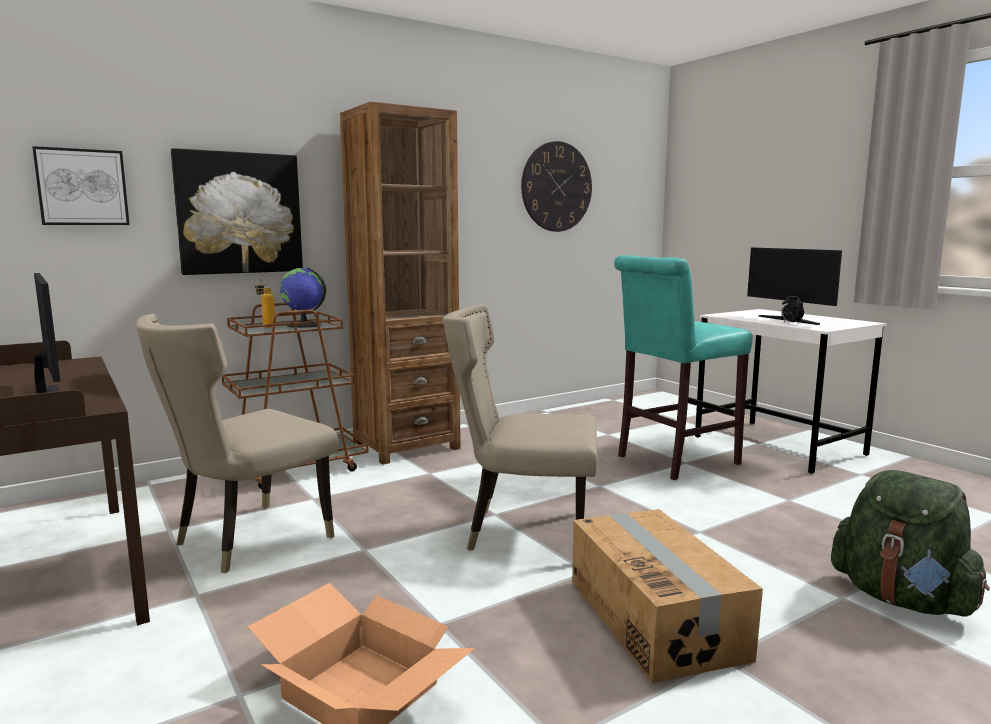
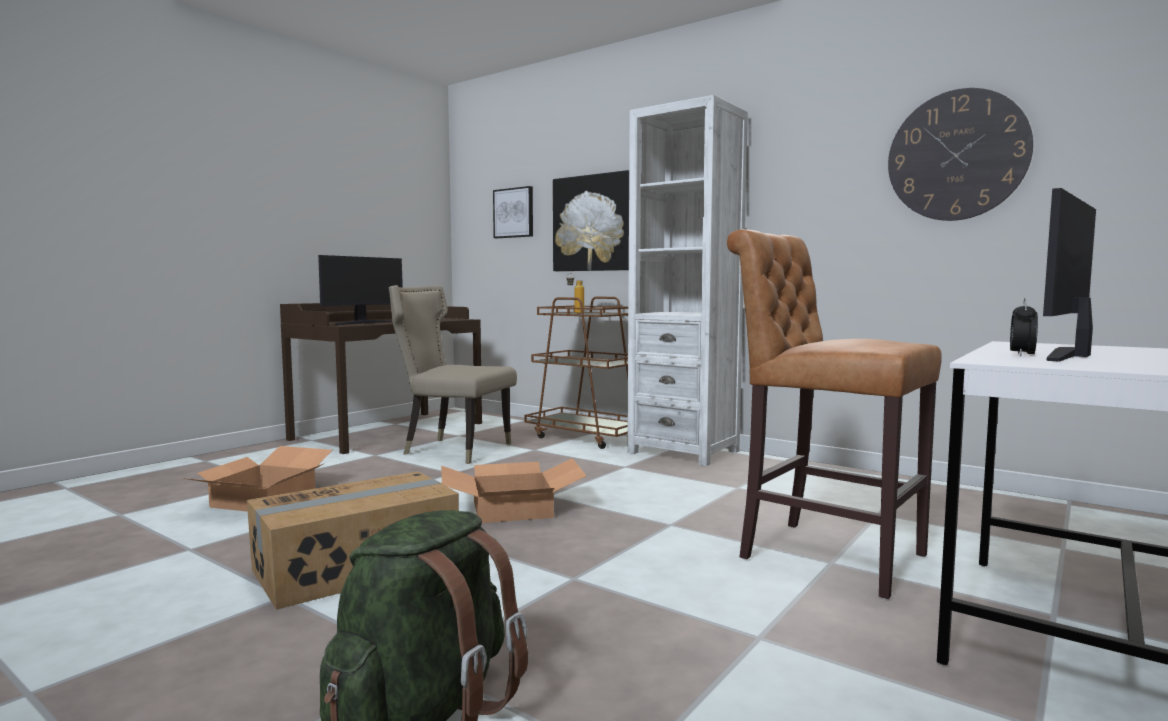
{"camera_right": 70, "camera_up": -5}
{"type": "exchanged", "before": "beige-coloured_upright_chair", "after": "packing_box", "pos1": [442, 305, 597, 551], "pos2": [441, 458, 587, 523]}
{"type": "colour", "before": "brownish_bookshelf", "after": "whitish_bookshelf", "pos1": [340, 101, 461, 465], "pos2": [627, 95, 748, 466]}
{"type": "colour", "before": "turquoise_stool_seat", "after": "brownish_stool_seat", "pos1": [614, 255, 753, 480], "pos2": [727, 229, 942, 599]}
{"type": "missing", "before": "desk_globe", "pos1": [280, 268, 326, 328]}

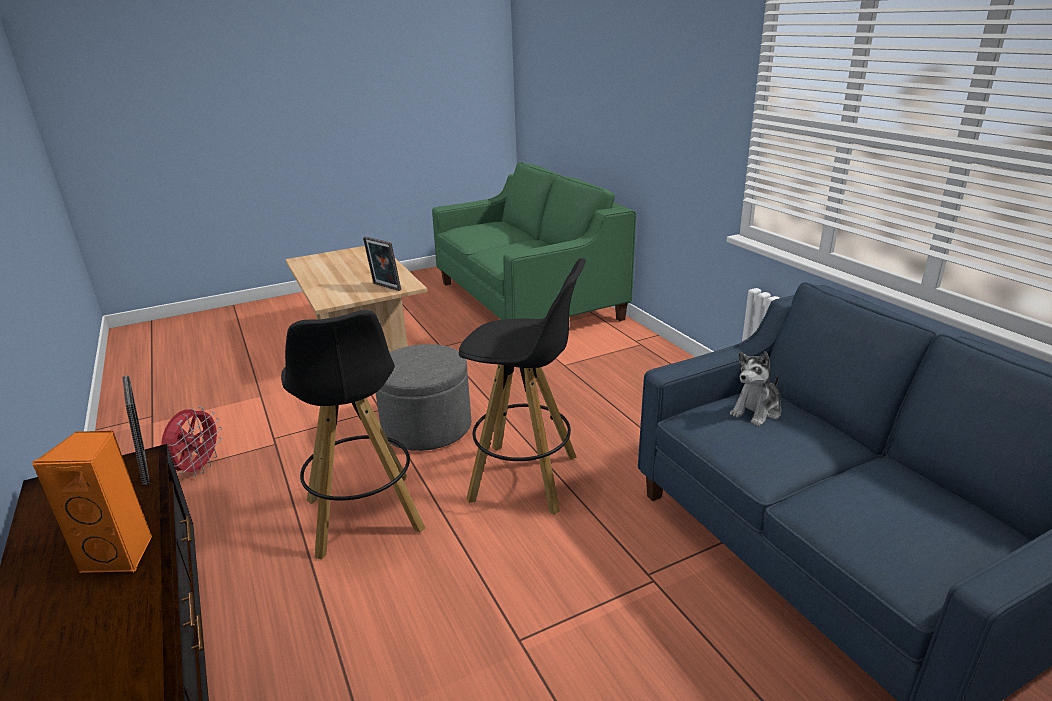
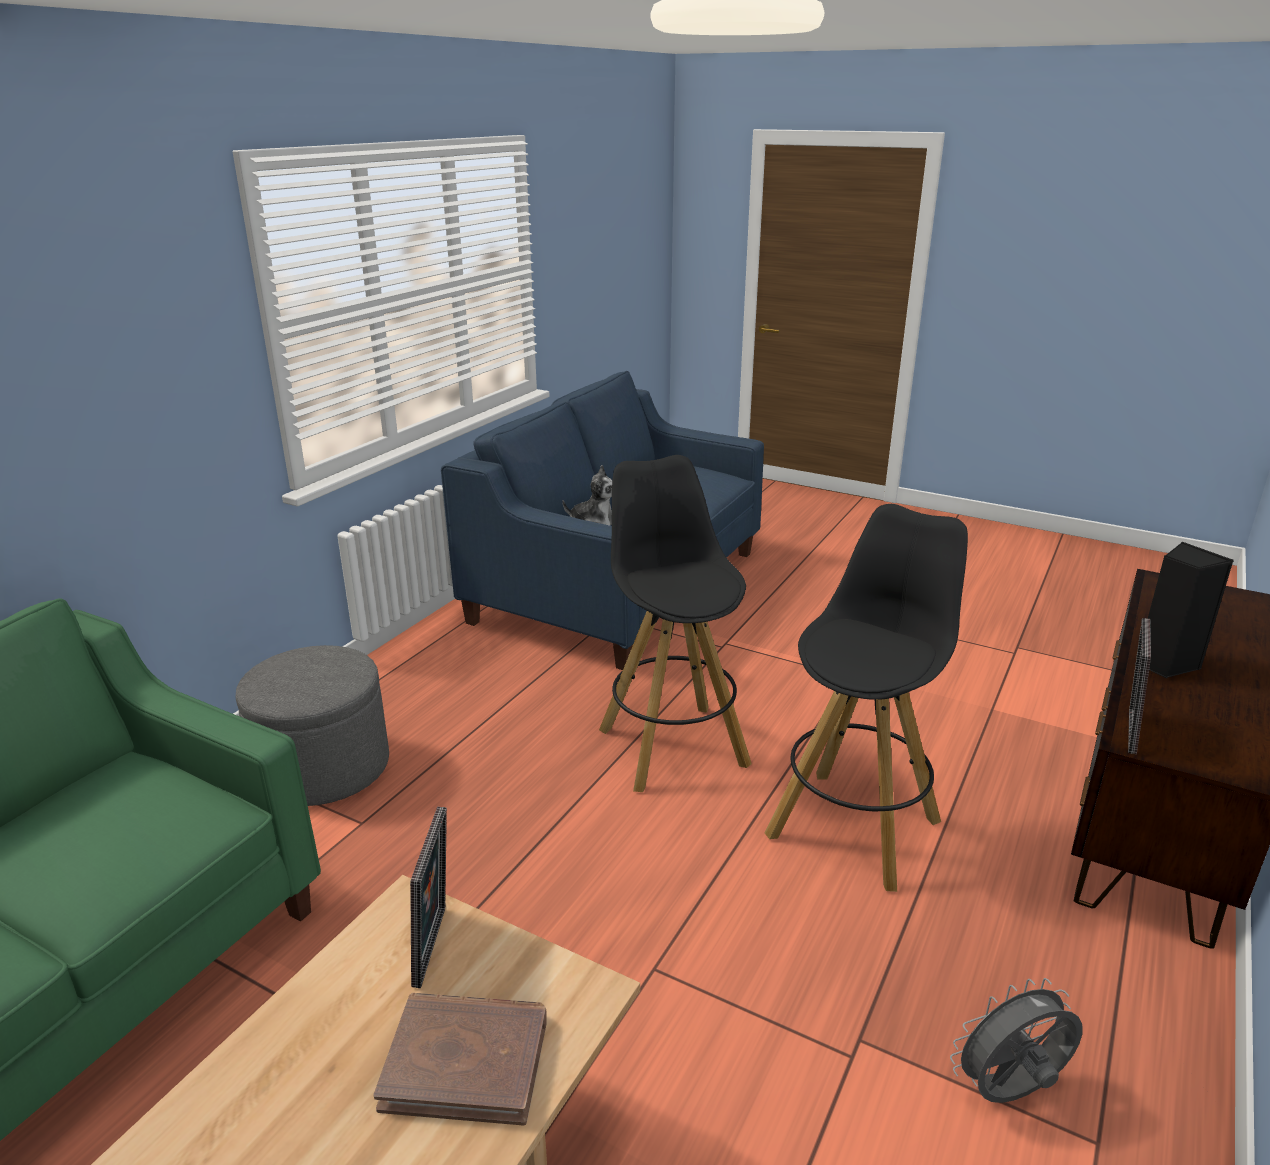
{"camera_right": -125, "camera_up": 0}
{"type": "relocated", "before": "grey_ottoman", "pos1": [376, 344, 471, 451], "pos2": [236, 645, 389, 806]}
{"type": "appeared", "after": "brownish_bound_book", "pos2": [373, 993, 547, 1126]}
{"type": "colour", "before": "reddish_fan", "after": "grey_fan", "pos1": [161, 406, 222, 476], "pos2": [950, 978, 1082, 1103]}
{"type": "colour", "before": "orange_audio_speaker", "after": "black-coloured_audio_speaker", "pos1": [31, 431, 152, 573], "pos2": [1135, 541, 1234, 679]}

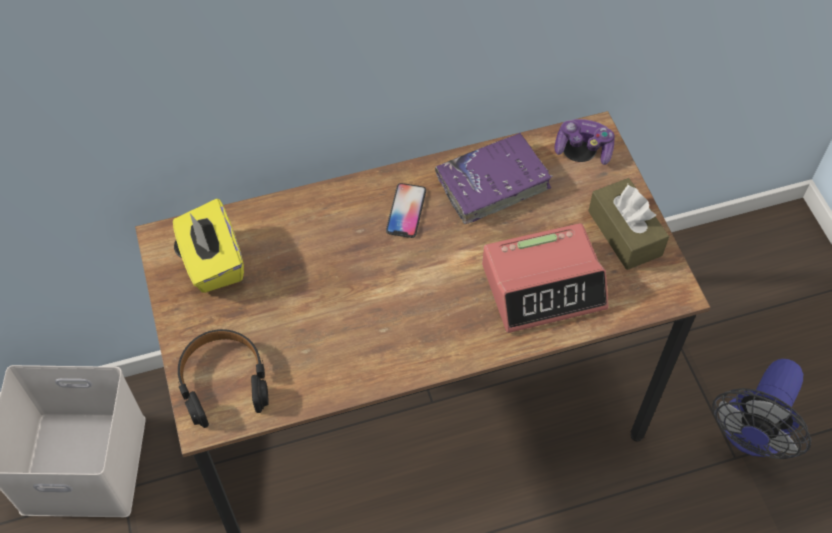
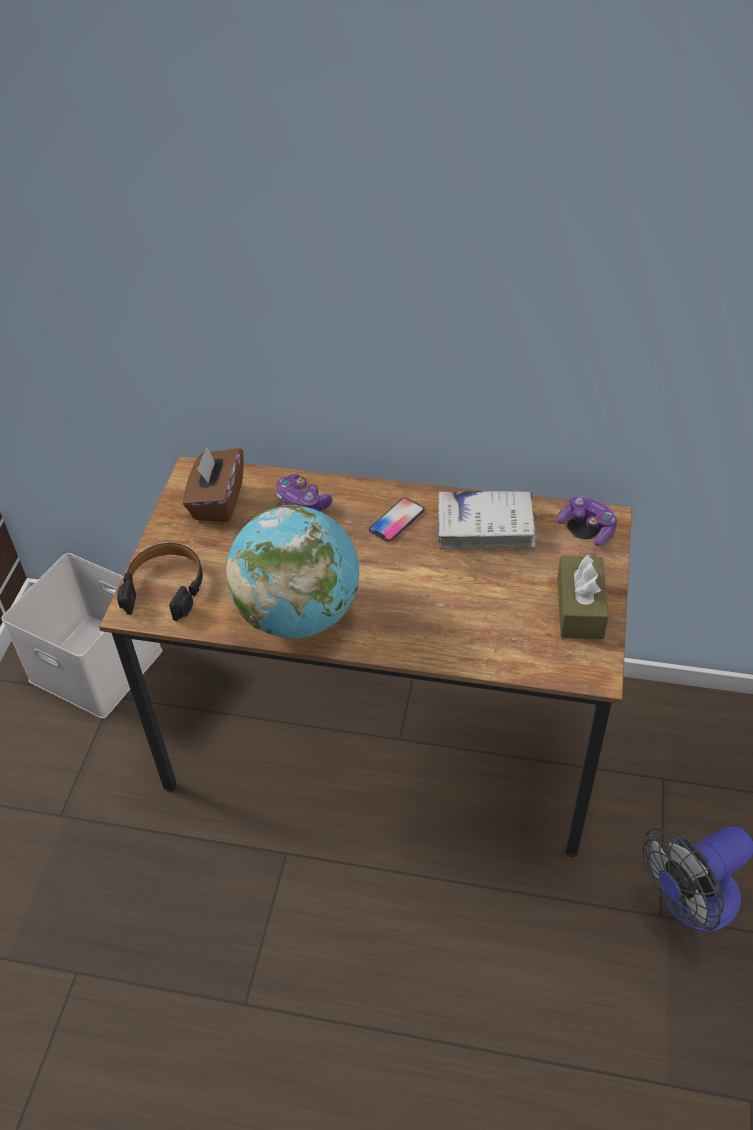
{"camera_right": 30, "camera_up": -10}
{"type": "colour", "before": "yellowish_tissue_holder", "after": "brownish_tissue_holder", "pos1": [173, 199, 244, 293], "pos2": [183, 447, 244, 522]}
{"type": "appeared", "after": "desk_globe", "pos2": [226, 505, 359, 638]}
{"type": "appeared", "after": "gamepad", "pos2": [277, 474, 332, 511]}
{"type": "colour", "before": "purple-coloured_bound_book", "after": "whitish_bound_book", "pos1": [435, 132, 553, 224], "pos2": [438, 491, 537, 549]}
{"type": "missing", "before": "bedside_clock", "pos1": [482, 223, 608, 333]}

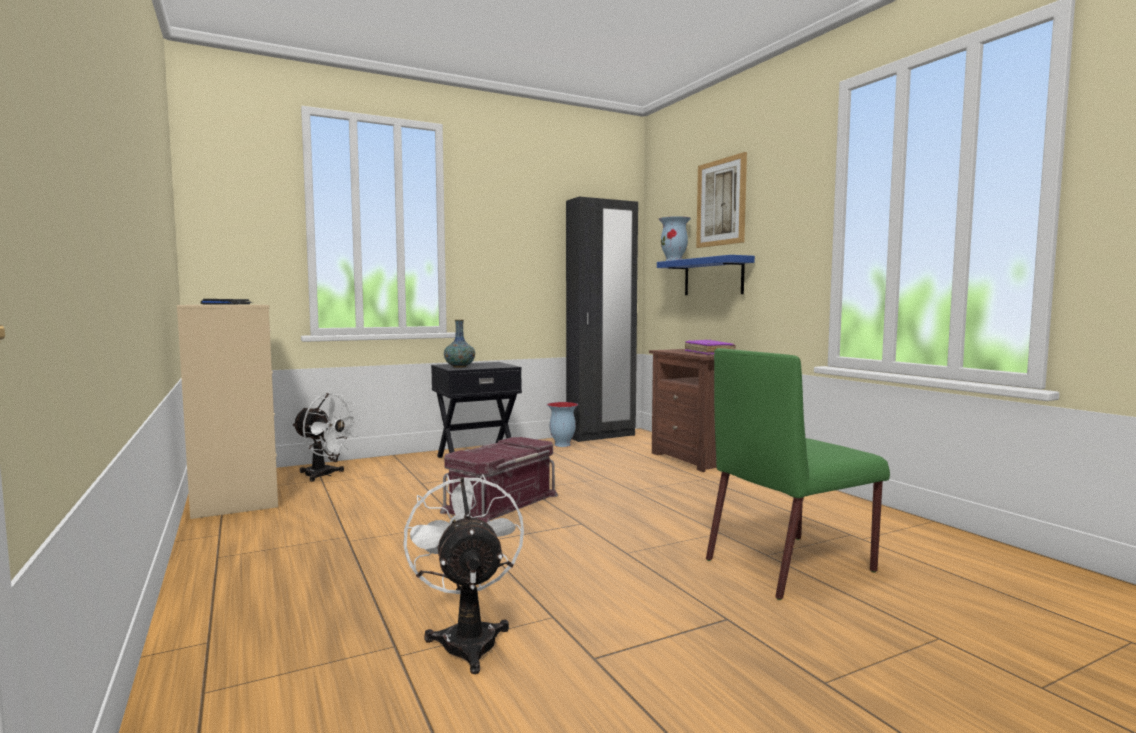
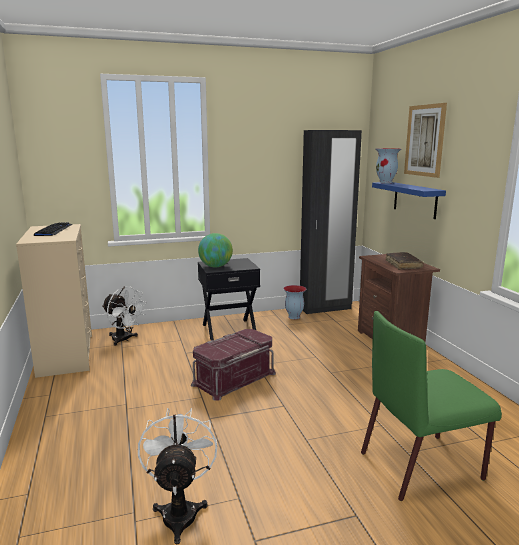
{"camera_right": 10, "camera_up": 10}
{"type": "exchanged", "before": "vase", "after": "desk_globe", "pos1": [444, 320, 475, 367], "pos2": [198, 233, 233, 268]}
{"type": "colour", "before": "purple-coloured_bound_book", "after": "brownish_bound_book", "pos1": [685, 340, 736, 355], "pos2": [386, 252, 424, 270]}

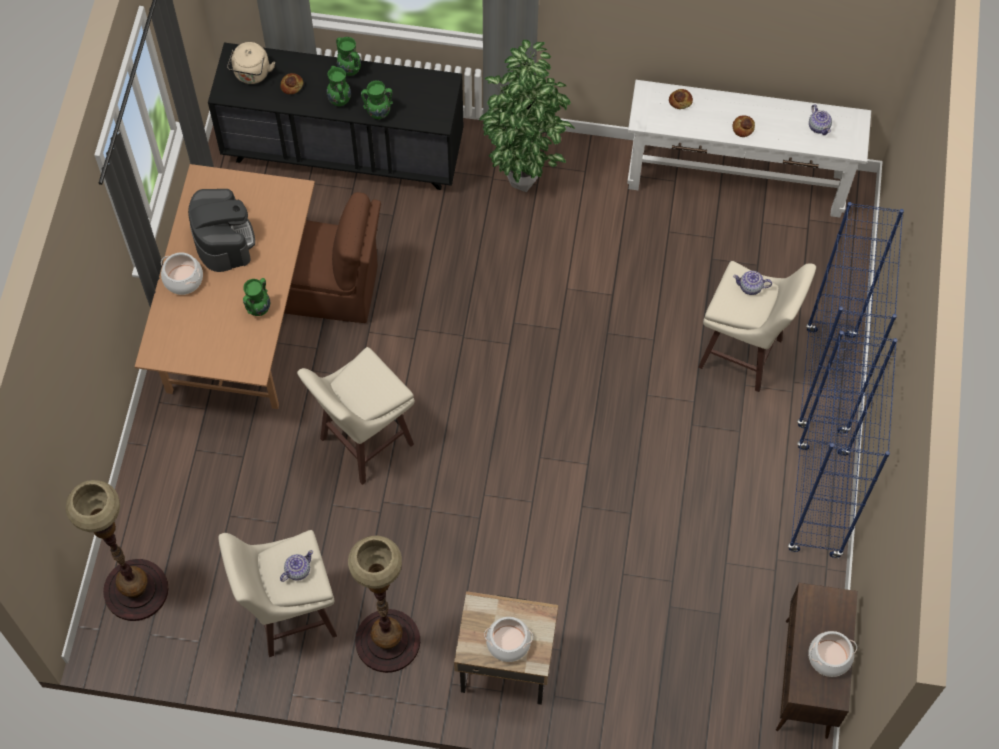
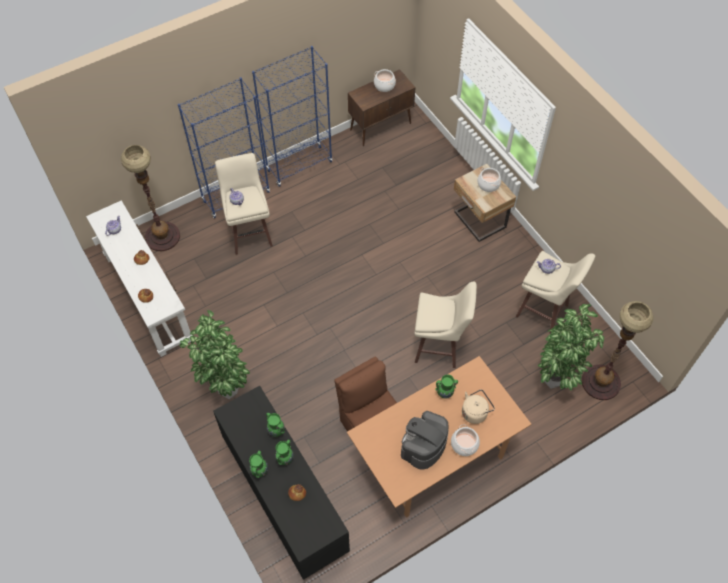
{"camera_right": -130, "camera_up": -5}
{"type": "relocated", "before": "standard_lamp", "pos1": [348, 536, 420, 673], "pos2": [121, 145, 180, 251]}
{"type": "relocated", "before": "beige-coloured_tea_kettle", "pos1": [227, 42, 275, 84], "pos2": [462, 389, 495, 424]}
{"type": "appeared", "after": "plant_in_a_pot", "pos2": [538, 304, 604, 390]}

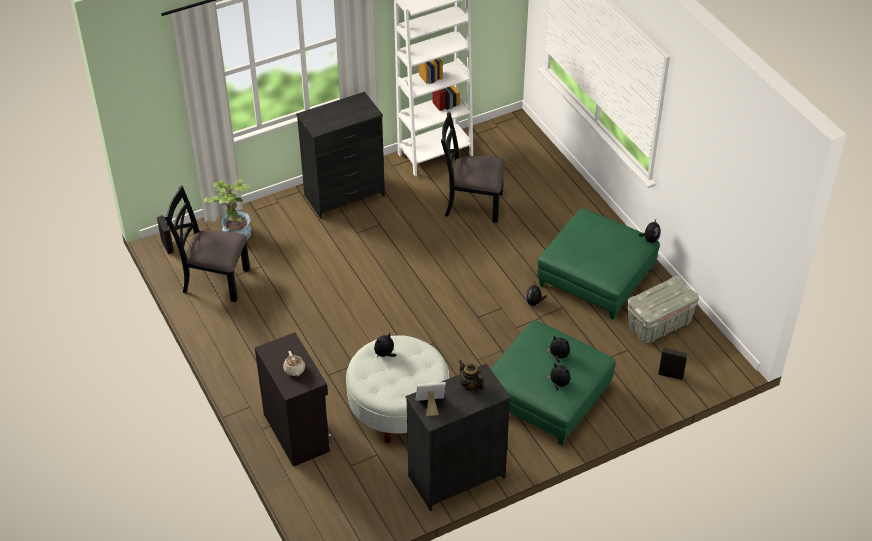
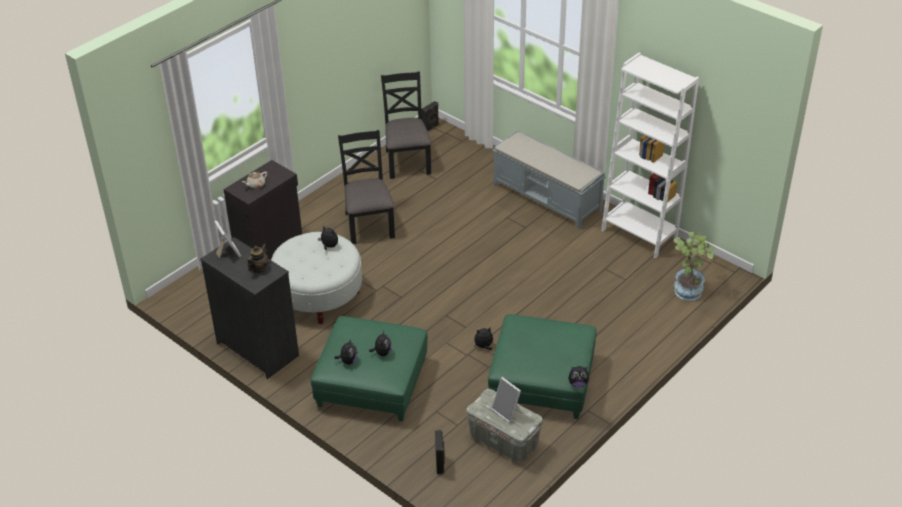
{"camera_right": 70, "camera_up": -5}
{"type": "relocated", "before": "black-coloured_upright_chair", "pos1": [441, 112, 506, 223], "pos2": [338, 130, 395, 244]}
{"type": "appeared", "after": "picture_frame", "pos2": [491, 377, 521, 423]}
{"type": "exchanged", "before": "black-coloured_chest_of_drawers", "after": "grey_bench", "pos1": [296, 92, 385, 219], "pos2": [492, 130, 606, 229]}
{"type": "relocated", "before": "plant_in_a_pot", "pos1": [203, 179, 252, 240], "pos2": [674, 232, 716, 301]}

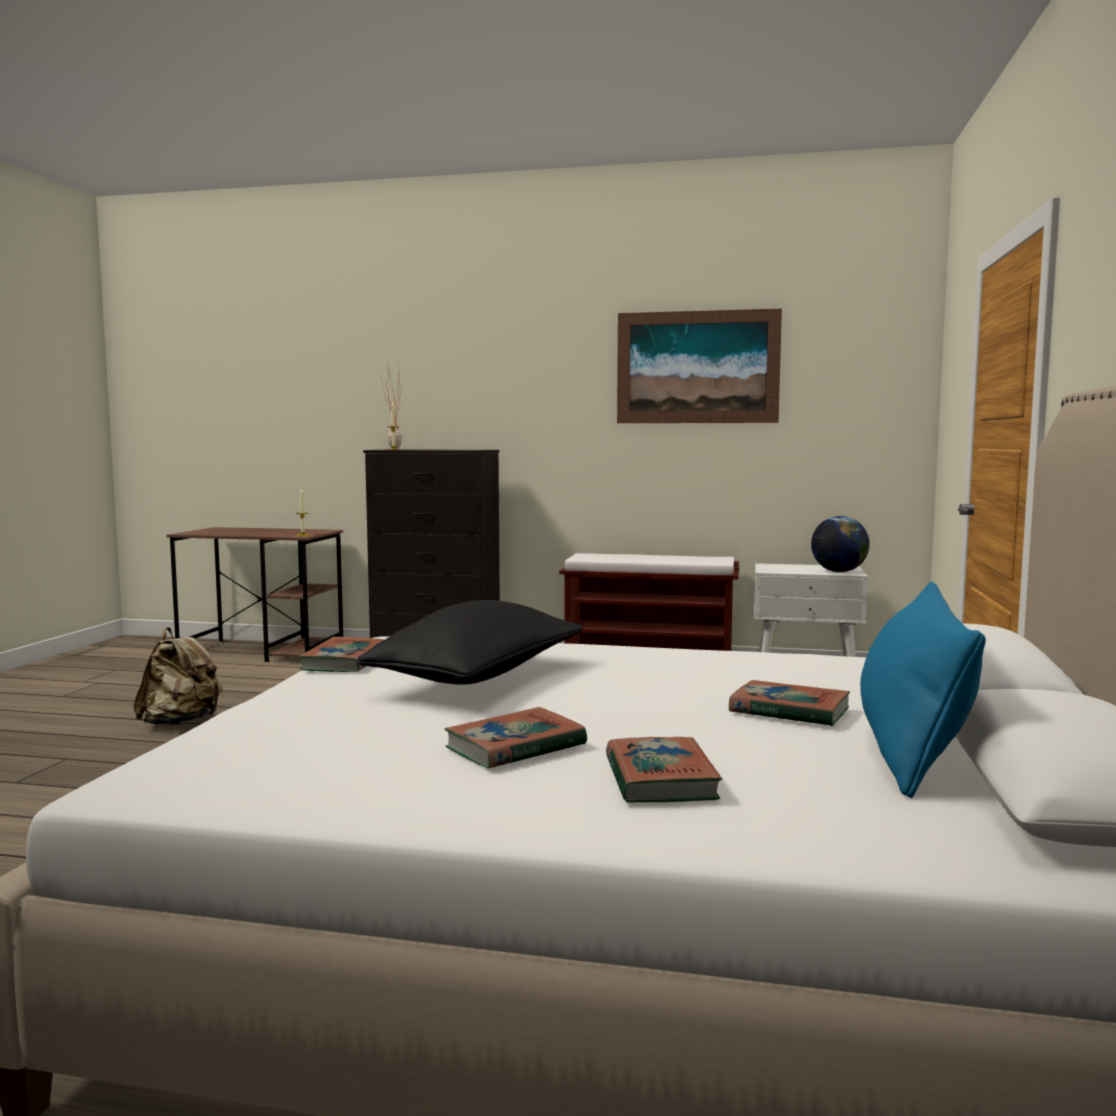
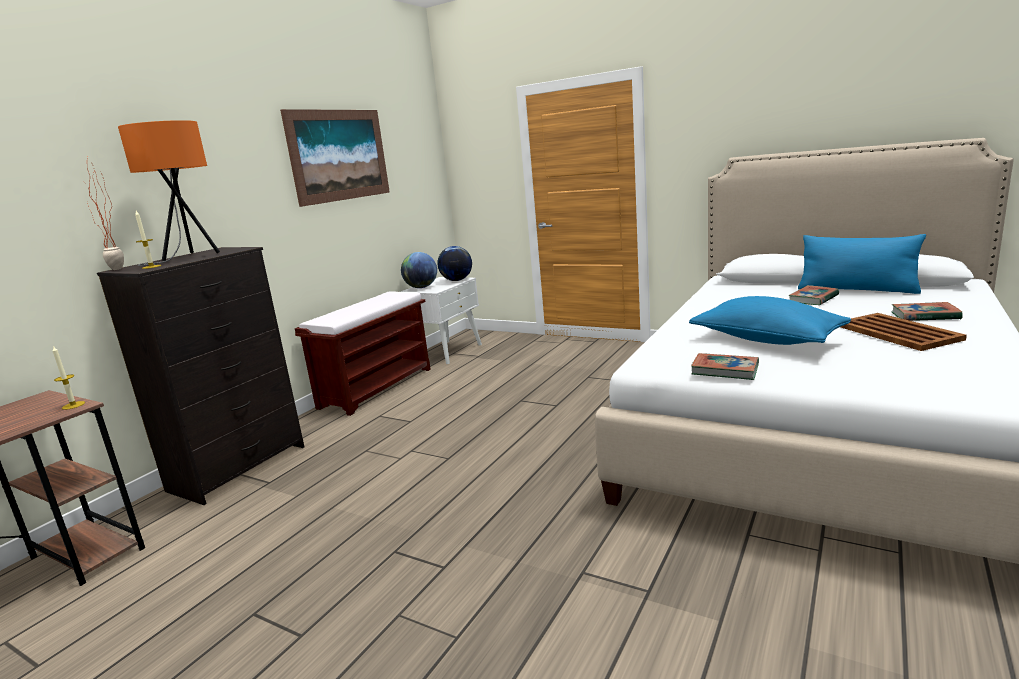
{"camera_right": -70, "camera_up": 10}
{"type": "appeared", "after": "orange_tabletop_lamp", "pos2": [118, 120, 220, 266]}
{"type": "appeared", "after": "desk_globe", "pos2": [401, 252, 437, 288]}
{"type": "colour", "before": "black-coloured_throw_pillow", "after": "blue-coloured_throw_pillow", "pos1": [358, 600, 583, 685], "pos2": [689, 296, 851, 345]}
{"type": "exchanged", "before": "bound_book", "after": "brownish_serving_tray", "pos1": [445, 707, 587, 768], "pos2": [840, 313, 967, 351]}
{"type": "missing", "before": "beige-coloured_backpack", "pos1": [133, 627, 223, 726]}

